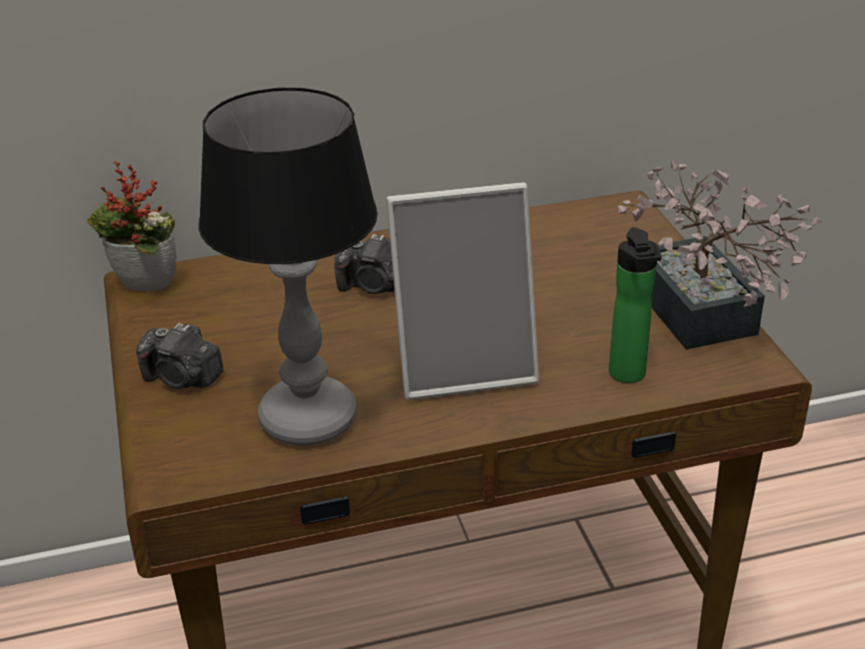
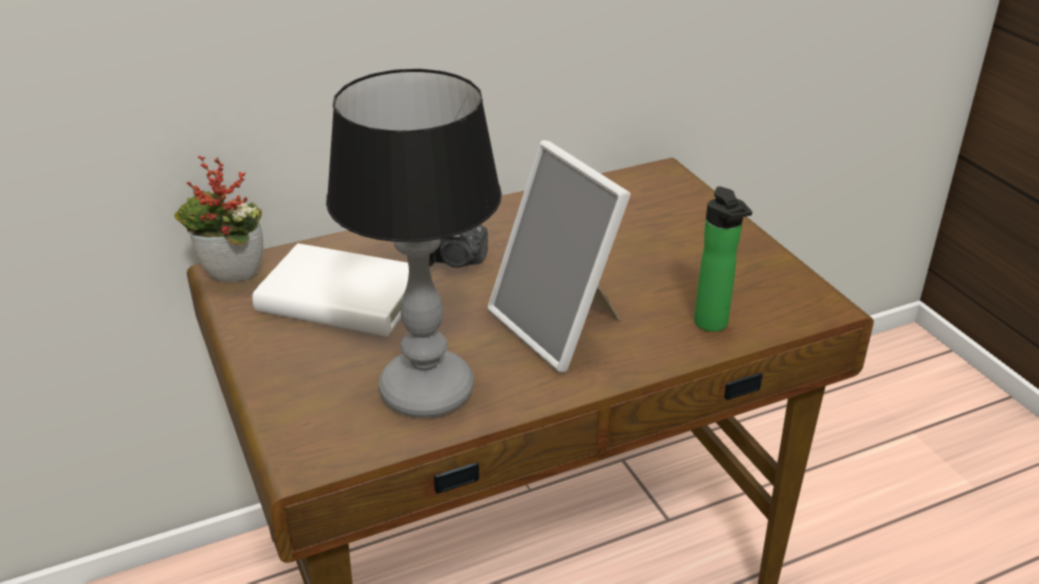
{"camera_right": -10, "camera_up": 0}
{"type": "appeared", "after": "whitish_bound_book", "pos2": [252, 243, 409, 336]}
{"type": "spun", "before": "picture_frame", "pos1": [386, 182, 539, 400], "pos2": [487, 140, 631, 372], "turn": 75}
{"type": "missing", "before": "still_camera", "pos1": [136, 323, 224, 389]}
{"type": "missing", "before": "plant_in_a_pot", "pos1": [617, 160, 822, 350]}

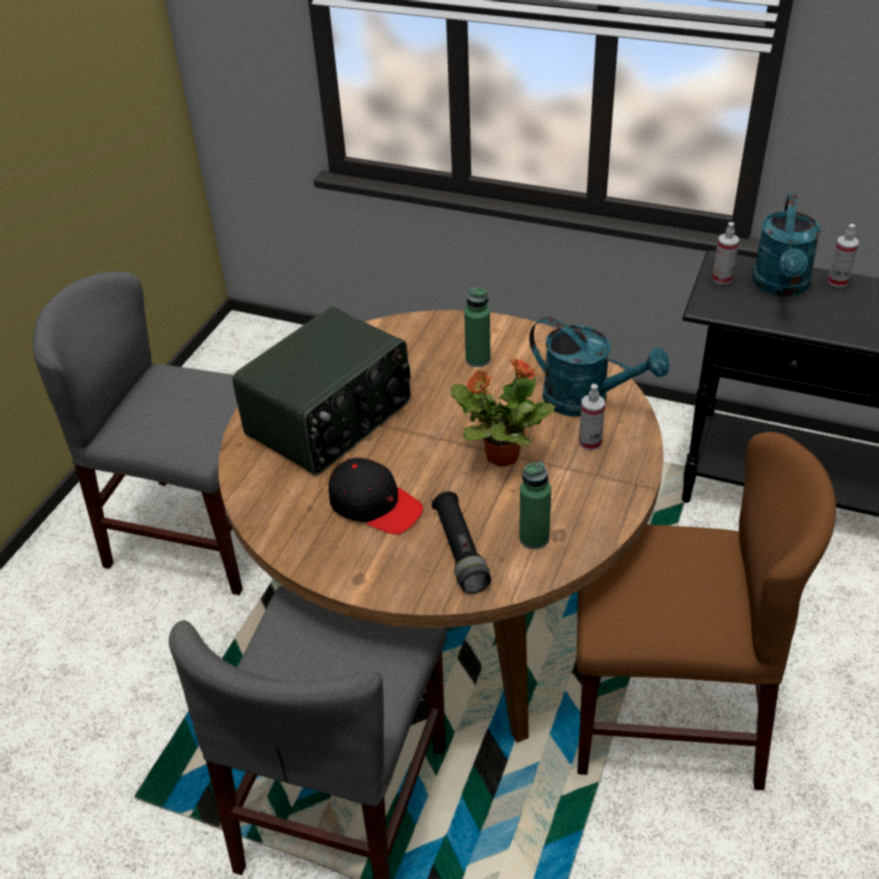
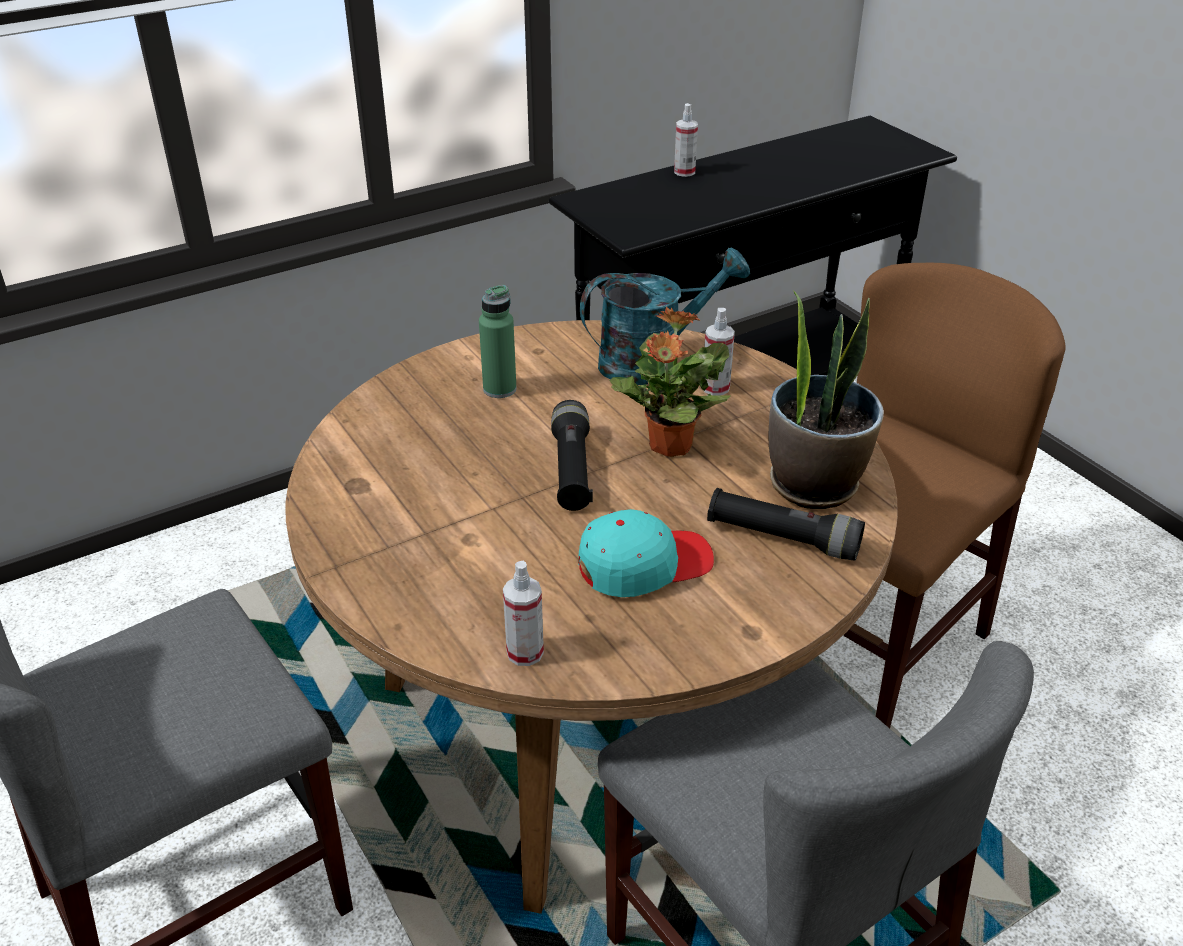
{"camera_right": -55, "camera_up": -5}
{"type": "relocated", "before": "spray_bottle", "pos1": [712, 222, 739, 285], "pos2": [503, 561, 544, 666]}
{"type": "appeared", "after": "black-coloured_hand_torch", "pos2": [551, 400, 593, 511]}
{"type": "colour", "before": "black-coloured_cap", "after": "turquoise_cap", "pos1": [328, 458, 423, 534], "pos2": [578, 509, 714, 597]}
{"type": "exchanged", "before": "green_bottle", "after": "plant_in_a_pot", "pos1": [519, 462, 551, 549], "pos2": [769, 290, 884, 509]}
{"type": "missing", "before": "radio_receiver", "pos1": [232, 307, 411, 475]}
{"type": "missing", "before": "turquoise_sprinkling_can", "pos1": [752, 194, 821, 296]}

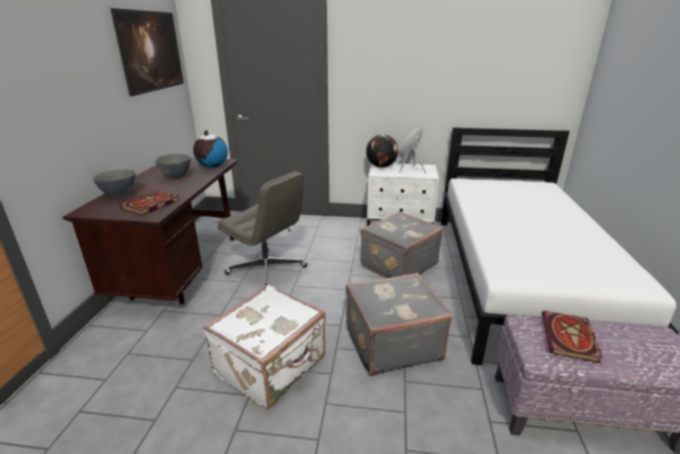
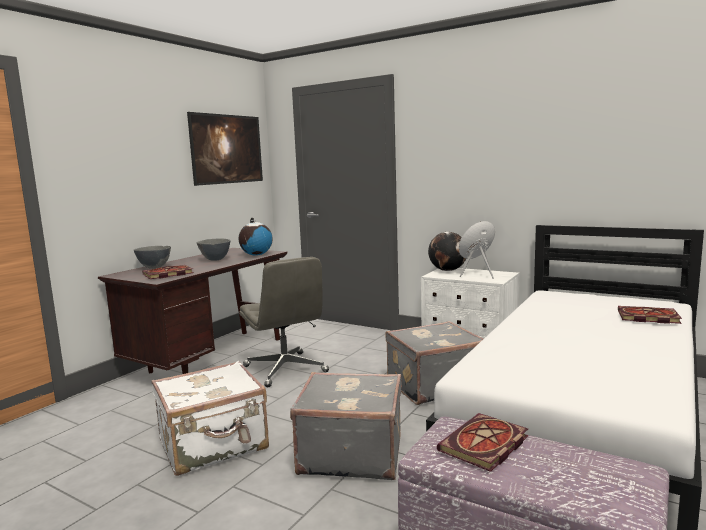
{"camera_right": 25, "camera_up": -15}
{"type": "appeared", "after": "bound_book", "pos2": [618, 306, 682, 324]}

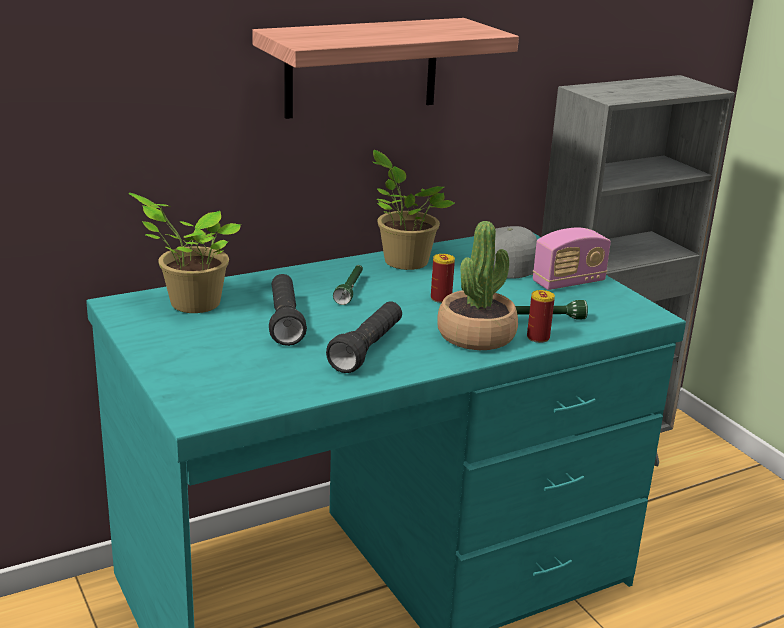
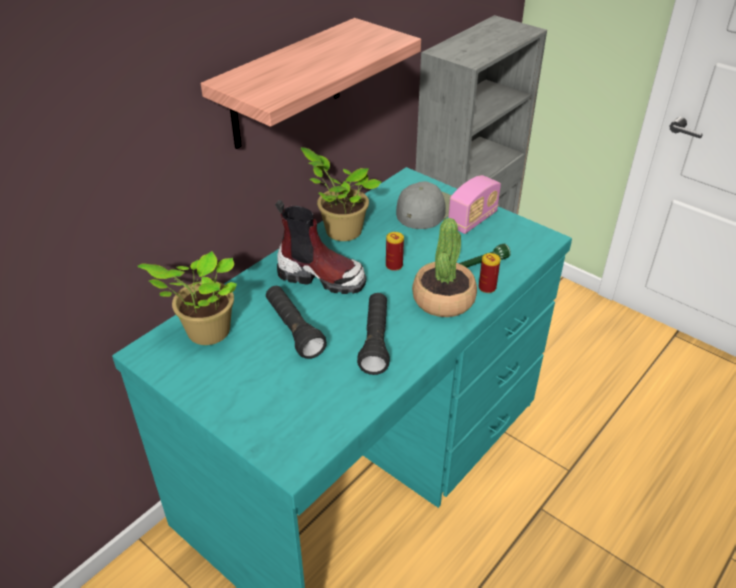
{"camera_right": -20, "camera_up": 15}
{"type": "exchanged", "before": "green_hand_torch", "after": "high-top_boot", "pos1": [333, 265, 363, 305], "pos2": [275, 200, 366, 294]}

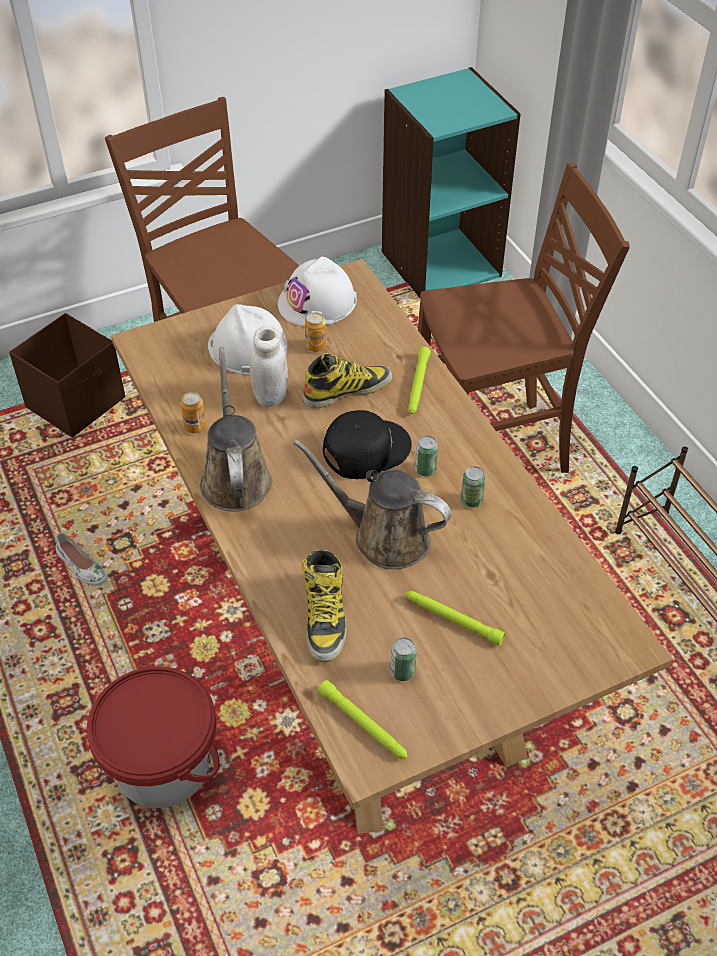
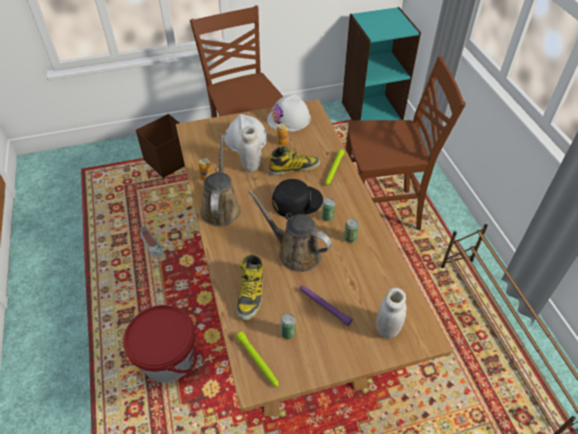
{"camera_right": 10, "camera_up": 0}
{"type": "colour", "before": "green_hand_torch", "after": "purple-coloured_hand_torch", "pos1": [406, 591, 505, 646], "pos2": [300, 286, 353, 326]}
{"type": "appeared", "after": "whitish_storage_jar", "pos2": [376, 288, 407, 339]}

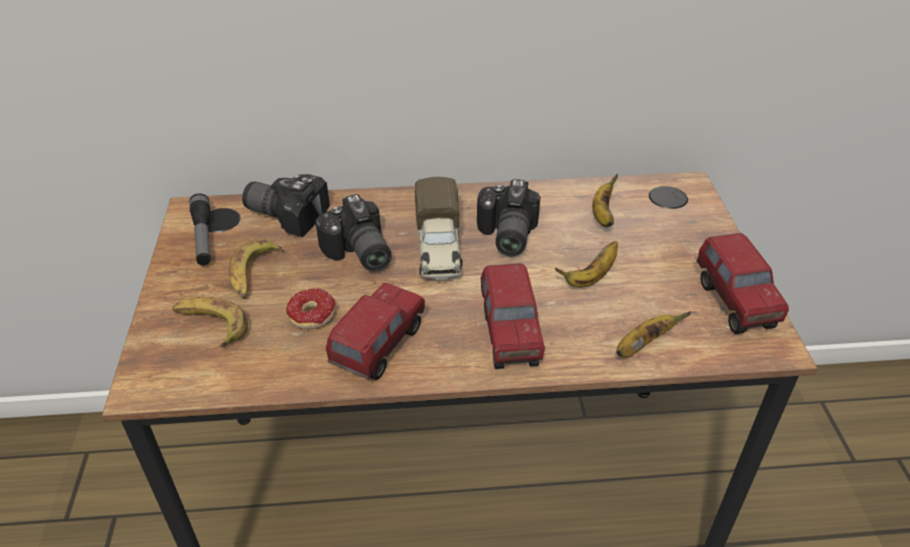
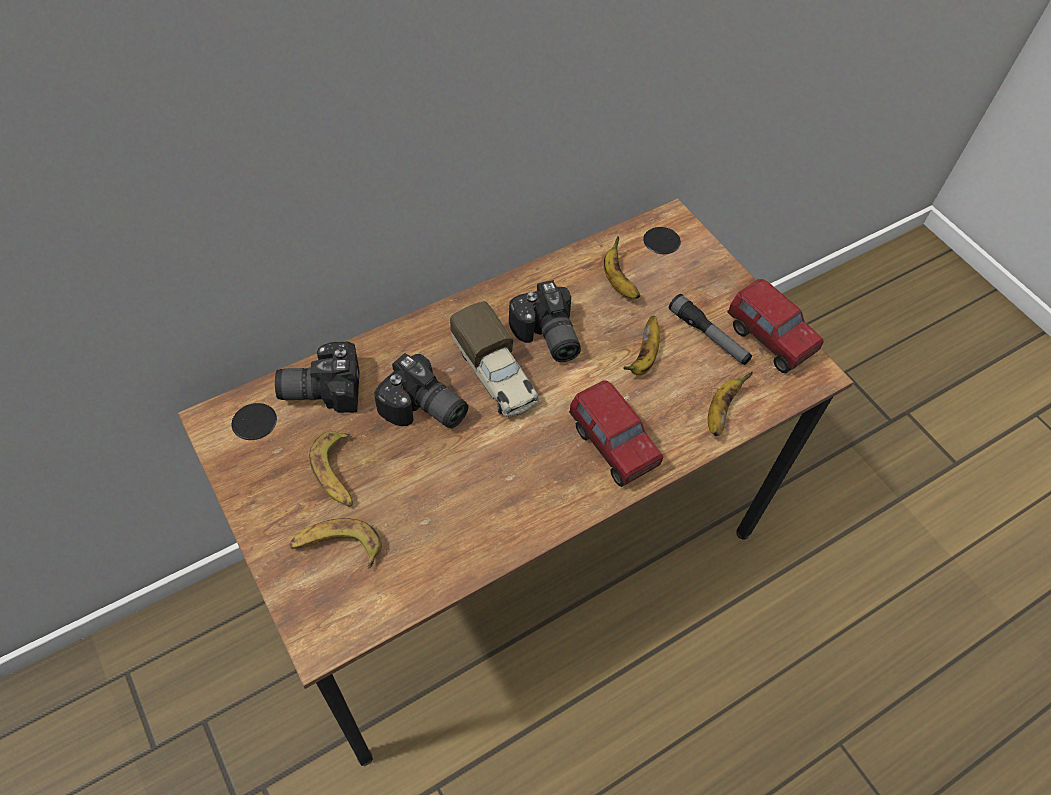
{"camera_right": -30, "camera_up": 15}
{"type": "relocated", "before": "hand_torch", "pos1": [189, 193, 211, 266], "pos2": [669, 294, 752, 365]}
{"type": "missing", "before": "doughnut", "pos1": [261, 288, 336, 329]}
{"type": "missing", "before": "toy_lorry", "pos1": [326, 283, 425, 380]}

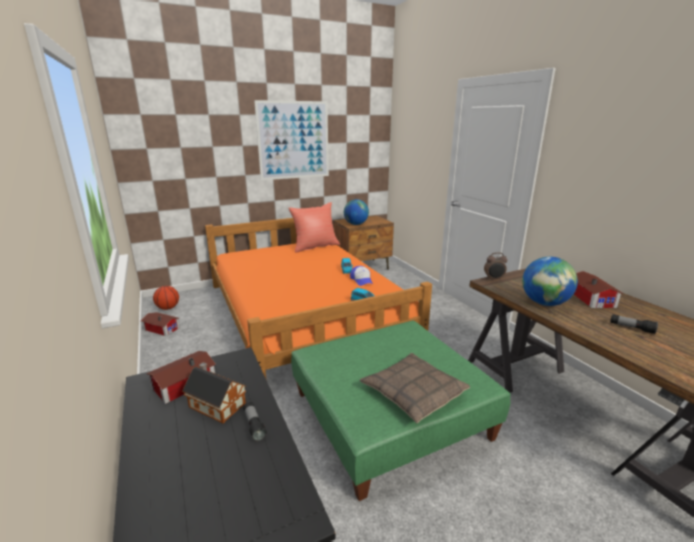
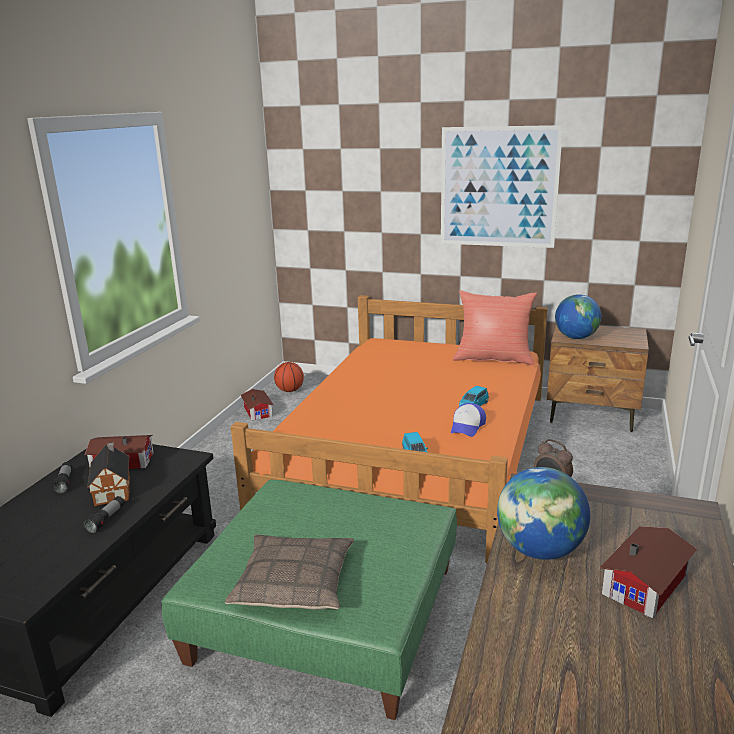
{"camera_right": 45, "camera_up": 0}
{"type": "relocated", "before": "hand_torch", "pos1": [610, 314, 658, 334], "pos2": [52, 462, 73, 494]}

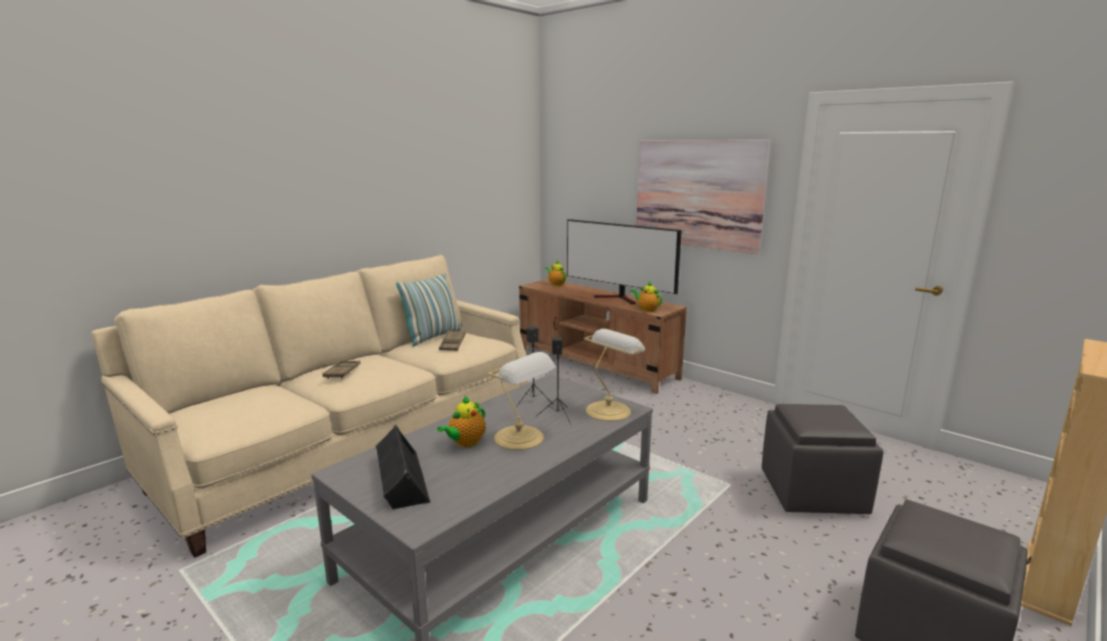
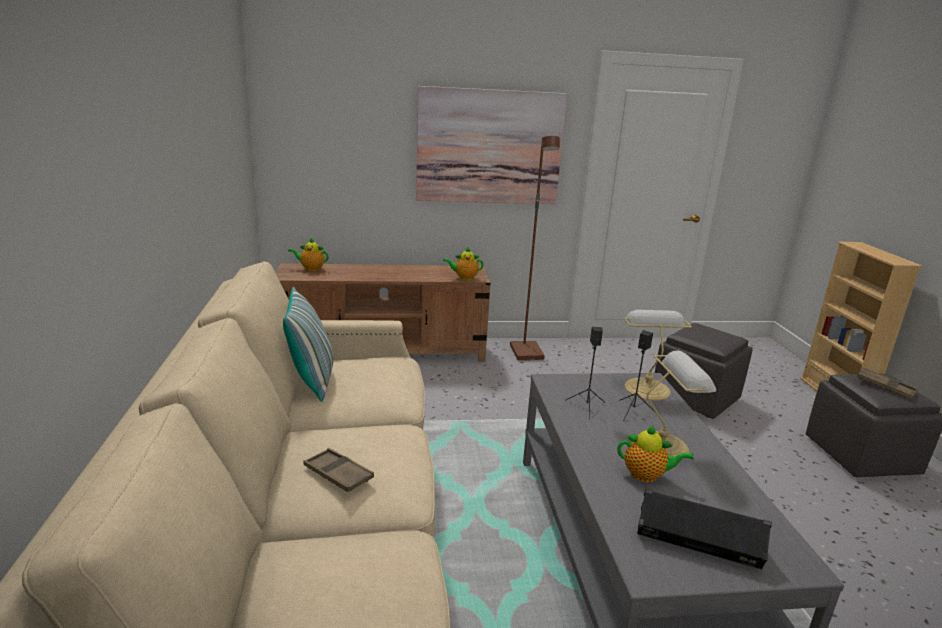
{"camera_right": -50, "camera_up": 5}
{"type": "appeared", "after": "brownish_standard_lamp", "pos2": [510, 136, 560, 360]}
{"type": "spun", "before": "pot_for_tea", "pos1": [437, 396, 485, 447], "pos2": [617, 425, 694, 483], "turn": -60}
{"type": "relocated", "before": "brownish_serving_tray", "pos1": [439, 330, 466, 351], "pos2": [857, 368, 918, 399]}
{"type": "missing", "before": "TV", "pos1": [567, 219, 682, 304]}

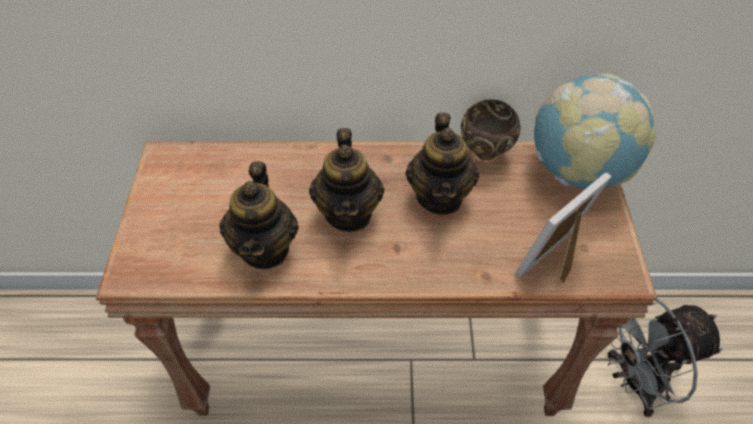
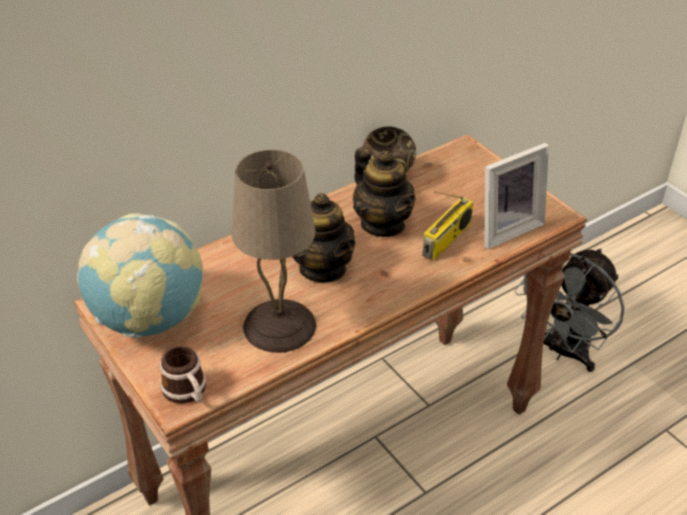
{"camera_right": -35, "camera_up": -10}
{"type": "relocated", "before": "desk_globe", "pos1": [534, 74, 656, 189], "pos2": [77, 213, 203, 339]}
{"type": "appeared", "after": "mug", "pos2": [160, 346, 206, 404]}
{"type": "exchanged", "before": "pot_for_tea", "after": "beige-coloured_tabletop_lamp", "pos1": [219, 161, 299, 269], "pos2": [232, 150, 316, 353]}
{"type": "appeared", "after": "radio_receiver", "pos2": [422, 192, 473, 260]}
{"type": "spun", "before": "picture_frame", "pos1": [515, 173, 612, 283], "pos2": [484, 143, 549, 249], "turn": -135}

